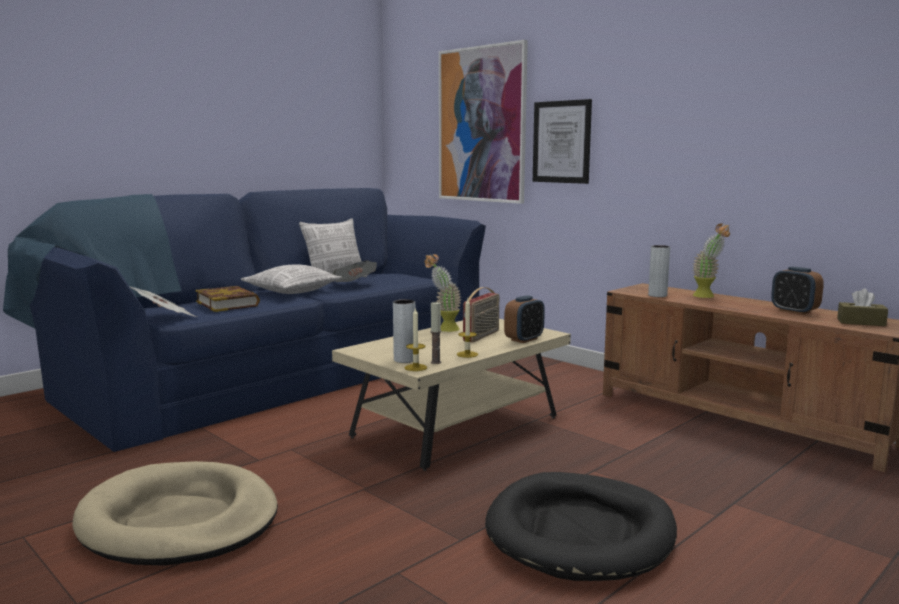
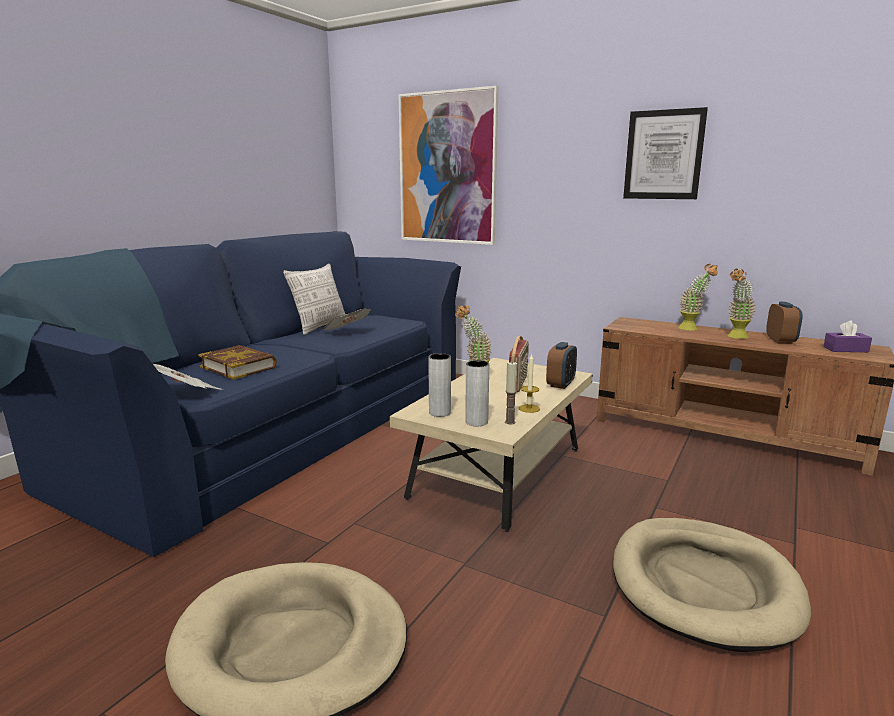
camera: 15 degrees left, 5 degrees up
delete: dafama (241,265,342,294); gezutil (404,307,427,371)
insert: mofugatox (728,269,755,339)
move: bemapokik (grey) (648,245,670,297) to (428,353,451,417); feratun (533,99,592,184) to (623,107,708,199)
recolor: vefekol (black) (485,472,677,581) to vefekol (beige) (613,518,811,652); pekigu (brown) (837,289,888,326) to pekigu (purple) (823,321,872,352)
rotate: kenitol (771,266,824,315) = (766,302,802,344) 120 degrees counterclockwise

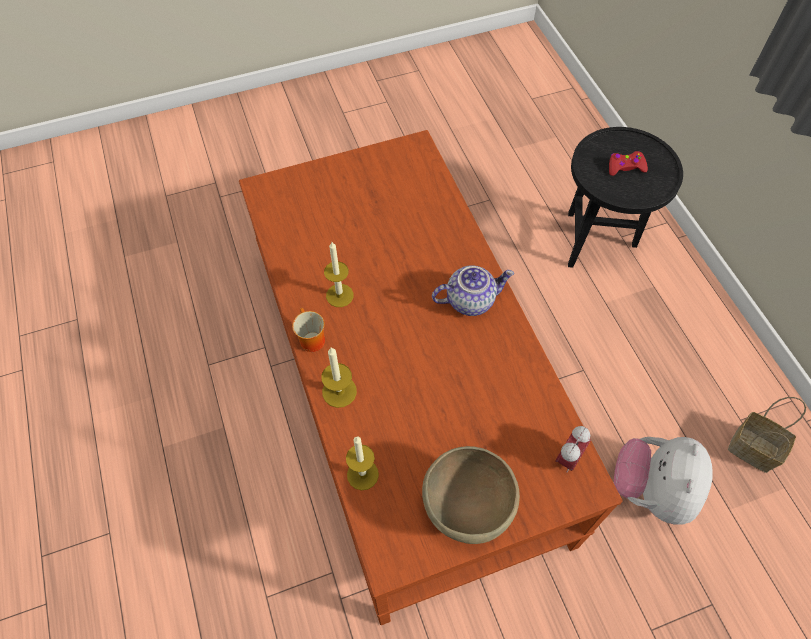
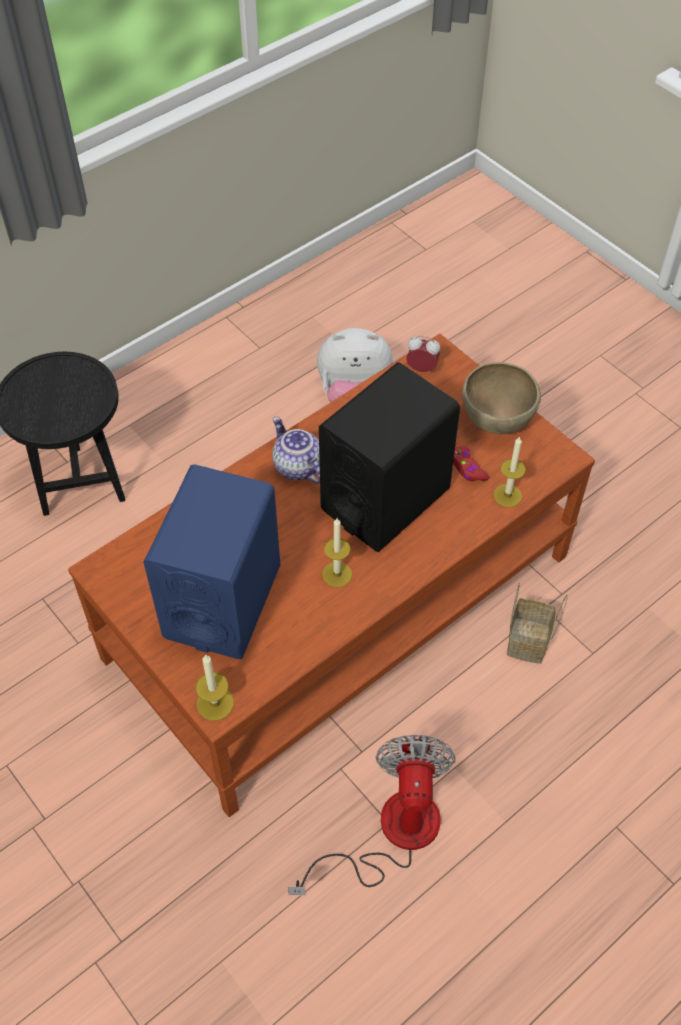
camera: 110 degrees left, 5 degrees down
delete: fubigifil (292,308,325,352)
insert: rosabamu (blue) (143,464,280,659); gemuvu (288,735,456,896); rosabamu (black) (319,362,460,552)
move: gezutil (321,348,357,408) to (196,654,234,721); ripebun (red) (609,151,648,176) to (453,446,489,481); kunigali (728,397,806,473) to (507,583,568,664)

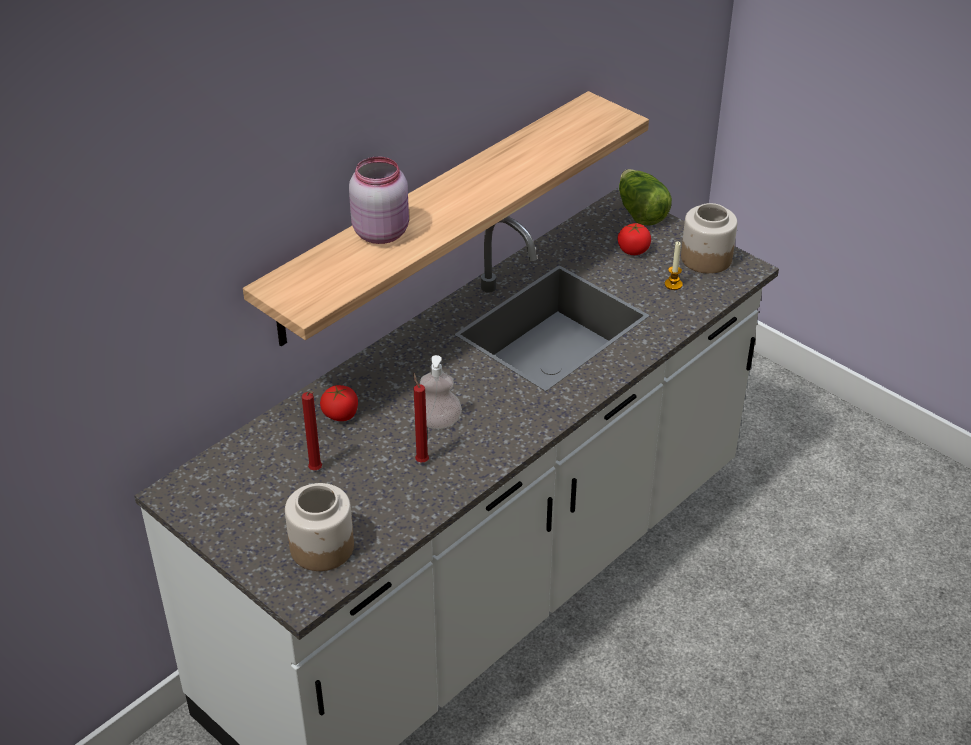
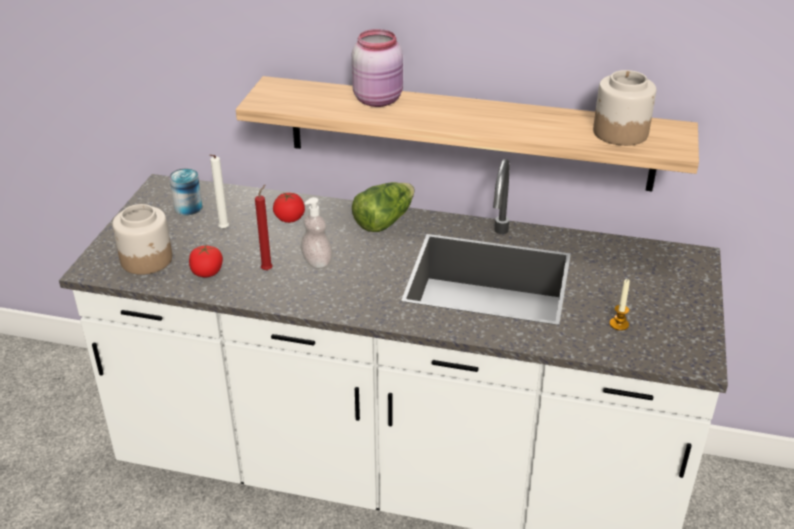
camera: 60 degrees right, 5 degrees down
insert: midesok (169,169,203,215)
move: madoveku (618,222,651,255) to (189,245,223,277); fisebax (619,169,672,226) to (352,182,415,232); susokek (681,203,737,274) to (593,70,656,146)
recolor: gezutil (red) (302,391,322,470) to gezutil (white) (209,155,229,229)

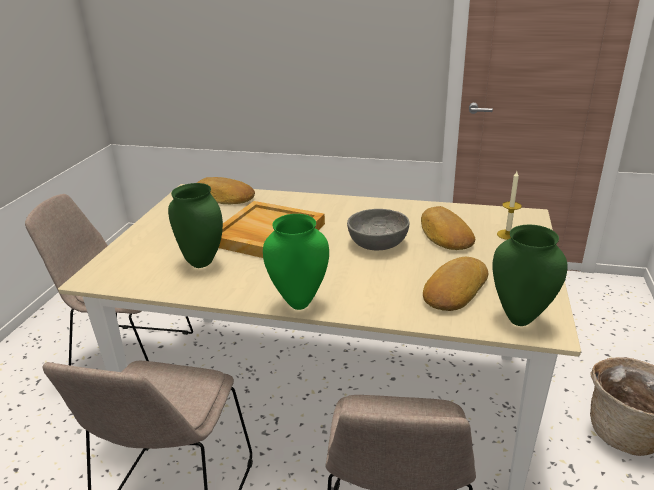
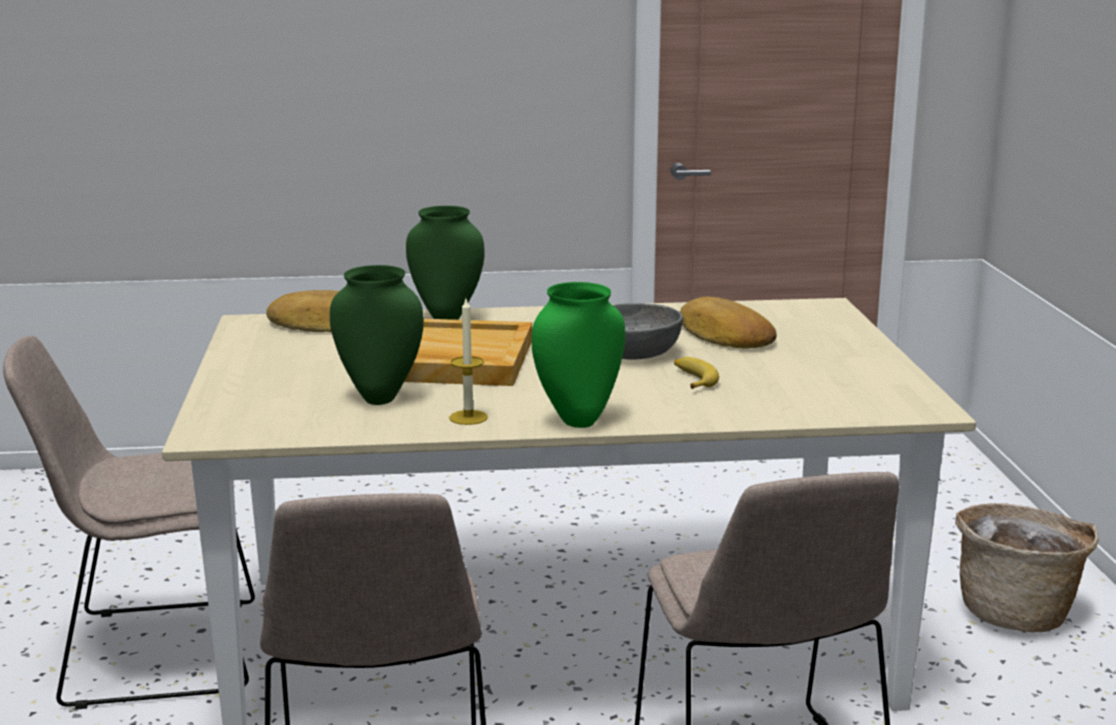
camera: 20 degrees left, 10 degrees down
delete: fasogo (423,257,489,311)
insert: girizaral (674,357,719,389)
move: bemapokik (green) (492,225,568,326) to (406,206,485,320); gezutil (497,171,522,240) to (449,299,488,425)

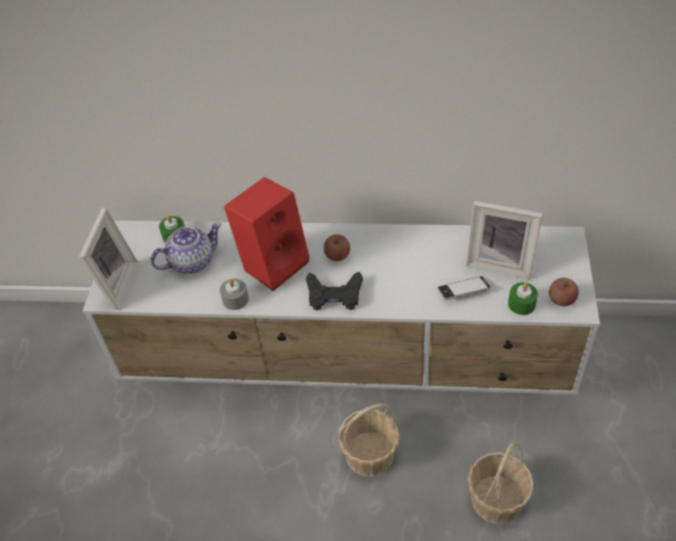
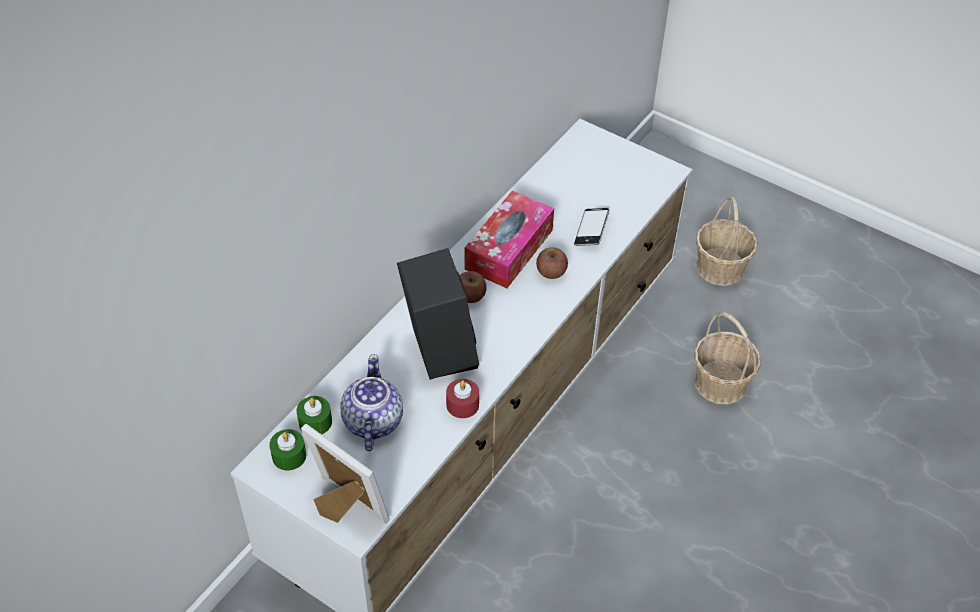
camera: 65 degrees left, 0 degrees up
delete: ripebun (black) (306,272,363,310); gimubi (466,201,543,280)
insert: pekigu (465,191,554,288)
move: gezutil (green) (508,282,538,315) to (269,429,306,471); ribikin (549,278,579,306) to (536,247,568,279); kunigali (338,403,399,477) to (696,197,757,286)
recolor: rosabamu (red) (224,177,310,291) to rosabamu (black) (397,248,479,380); gezutil (grey) (220,279,249,310) to gezutil (red) (446,379,479,418)

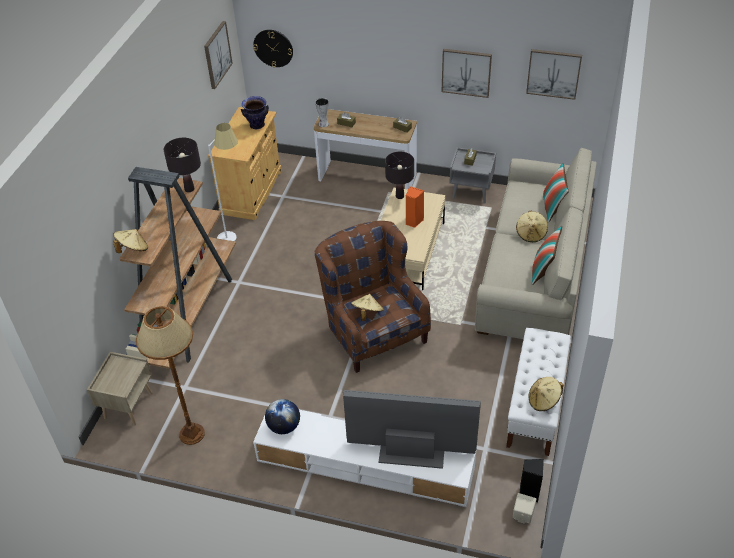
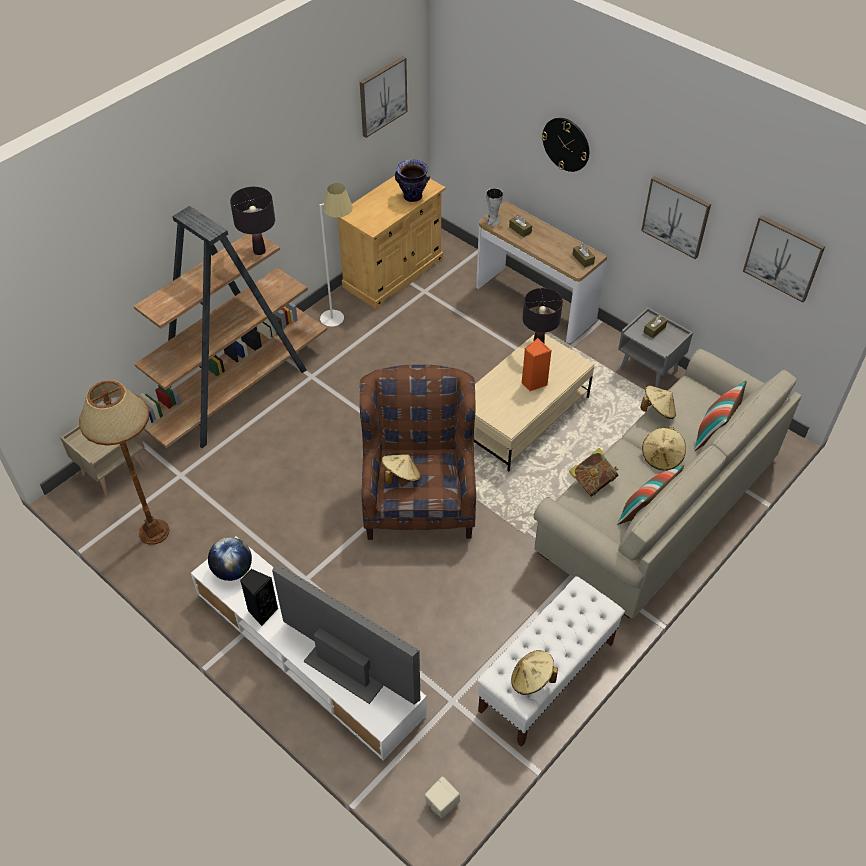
camera: 25 degrees right, 5 degrees up
insert: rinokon (569,448,618,497)
move: rosabamu (black) (520,459,544,502) to (240,569,279,626); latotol (253,30,293,68) to (542,118,589,172); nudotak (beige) (113,229,148,253) to (640,386,676,419)

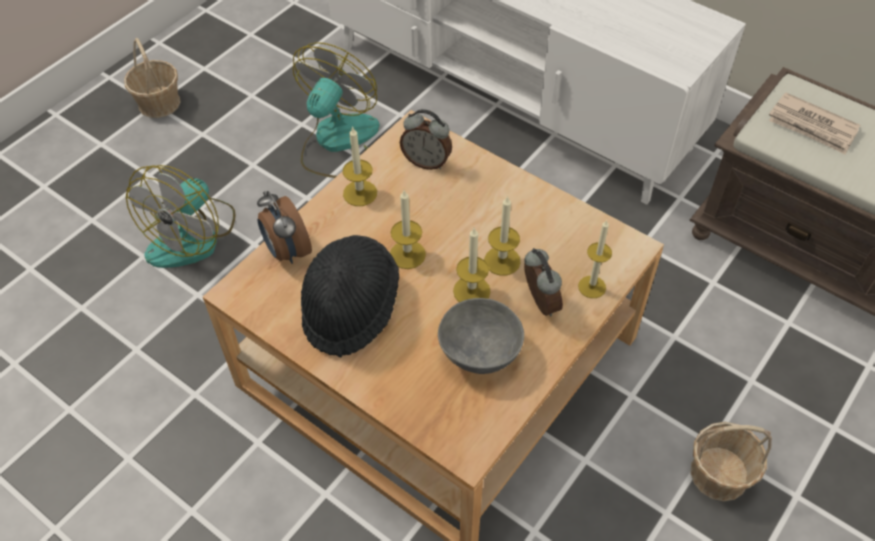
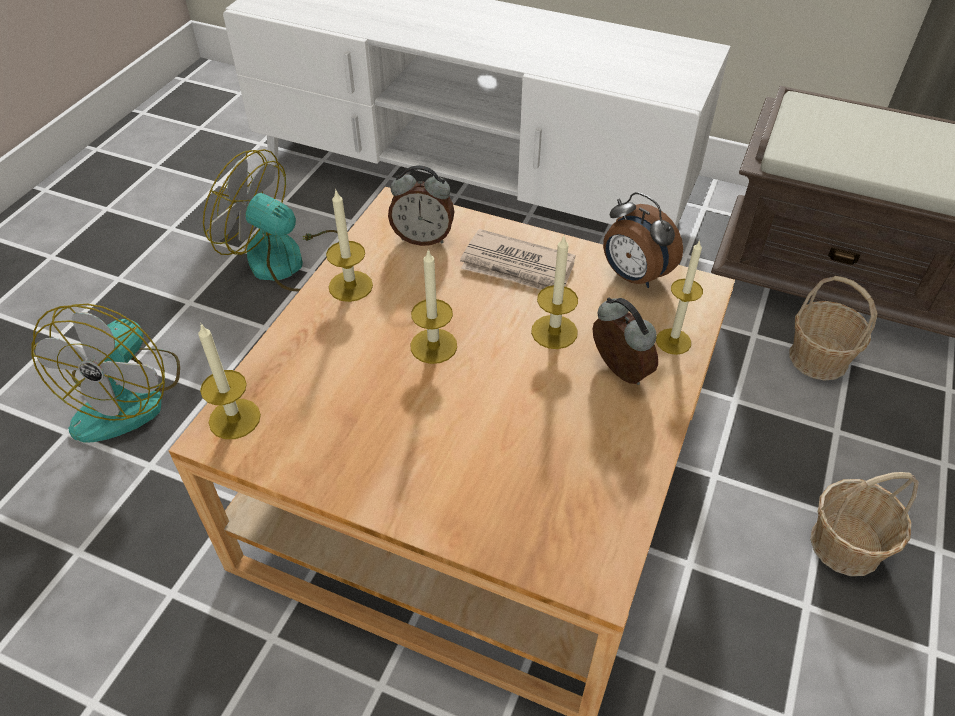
camera: 15 degrees left, 5 degrees down
delete: nudotak (black) (301,235,399,358); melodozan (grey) (438,298,524,374)
move: gezutil (453,228,491,302) to (198,323,261,439); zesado (769,92,860,154) to (460,229,576,290); kenitol (257,191,312,264) to (603,192,683,288); kunigali (124,38,180,118) to (789,276,878,381)
rotate: gemuvu (293,42,380,178) = (203,149,338,292) 75 degrees counterclockwise

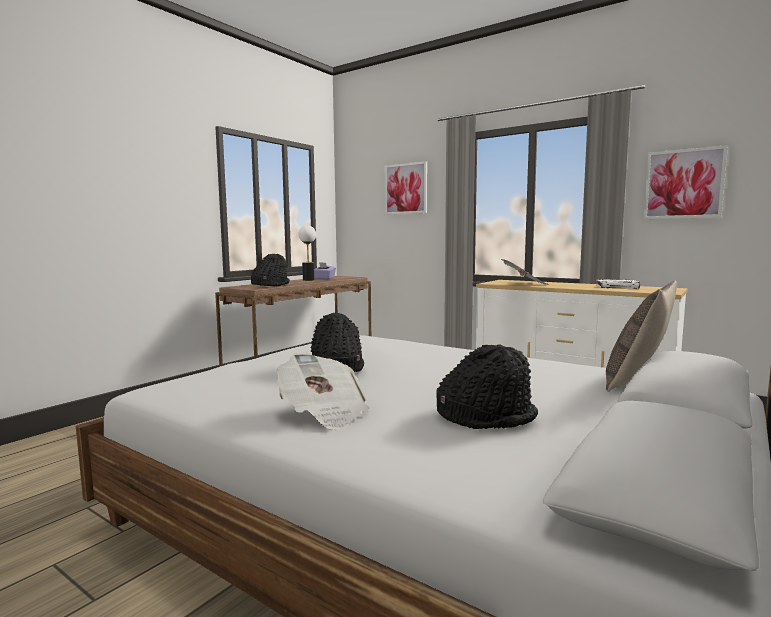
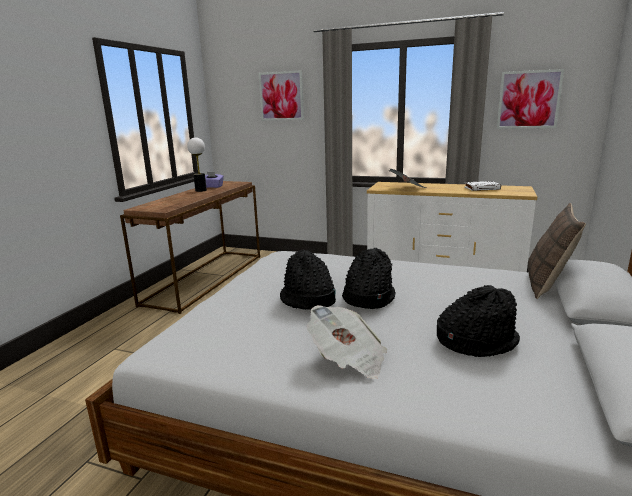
camera: 15 degrees left, 10 degrees up
move: nudotak (black) (251,254,290,286) to (342,248,395,309)

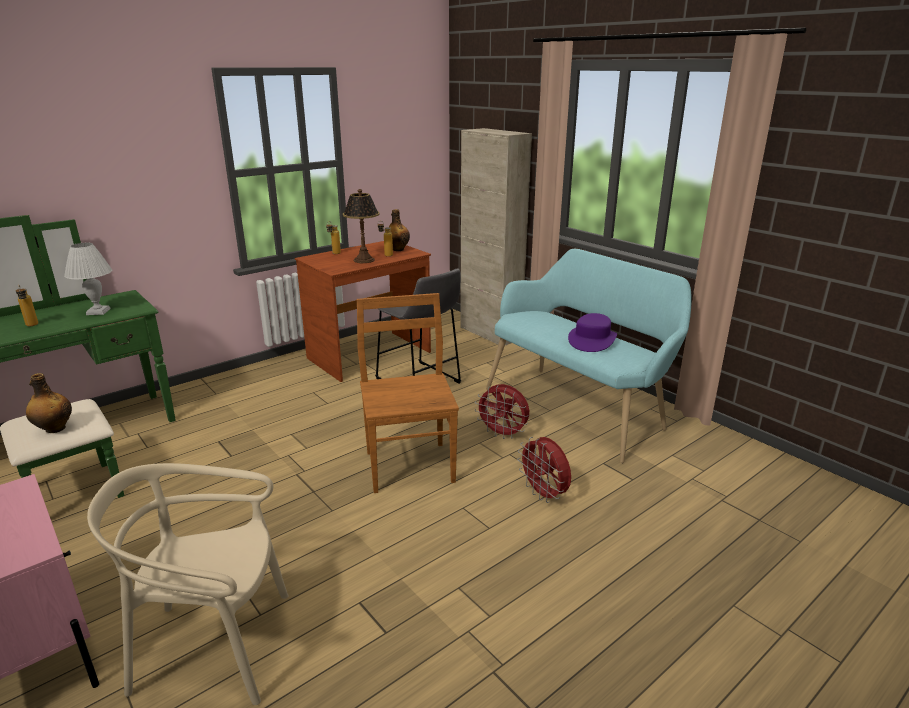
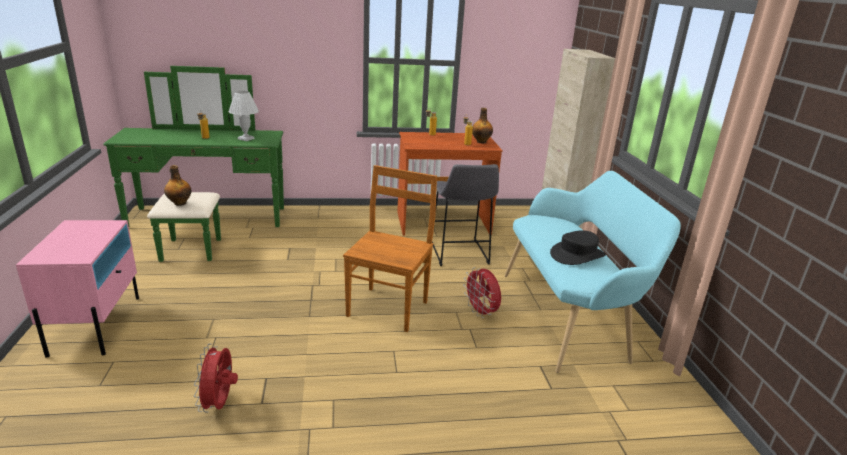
camera: 30 degrees right, 0 degrees up
delete: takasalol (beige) (87,463,289,705); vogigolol (343,189,380,263)
move: gemuvu (red) (517,437,571,503) to (194,344,238,412)
recolor: nudotak (purple) (568,313,617,352) to nudotak (black) (550,230,606,265)

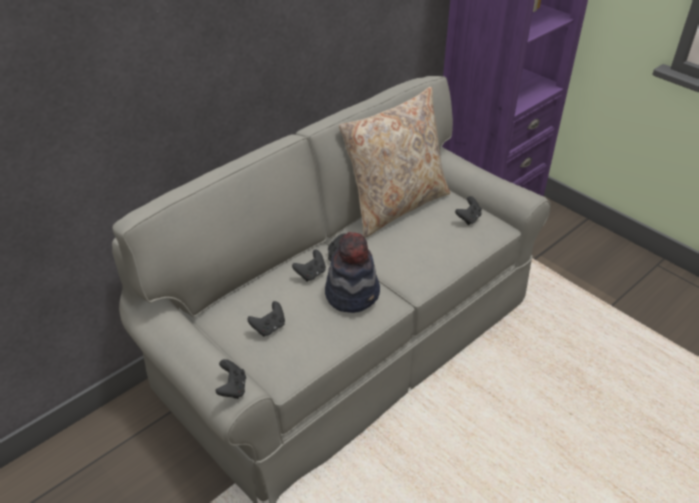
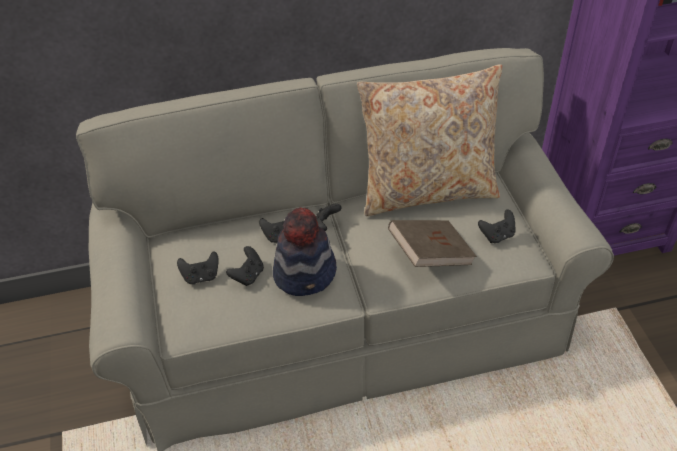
camera: 30 degrees right, 5 degrees up
insert: rinokon (brown) (388,220,477,267)
move: ripebun (black) (215,359,246,399) to (226,246,264,286)

